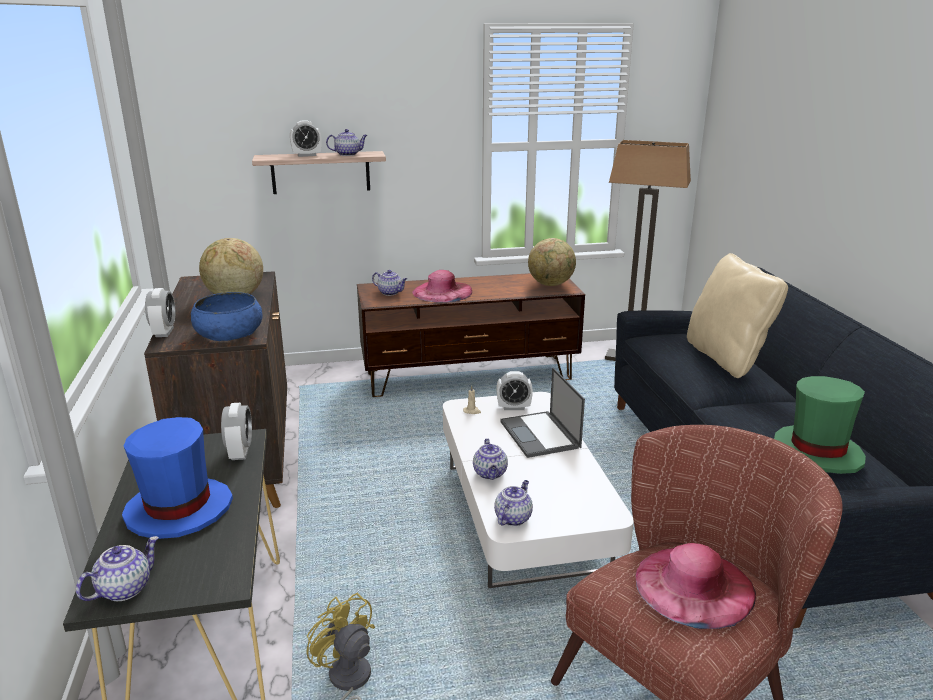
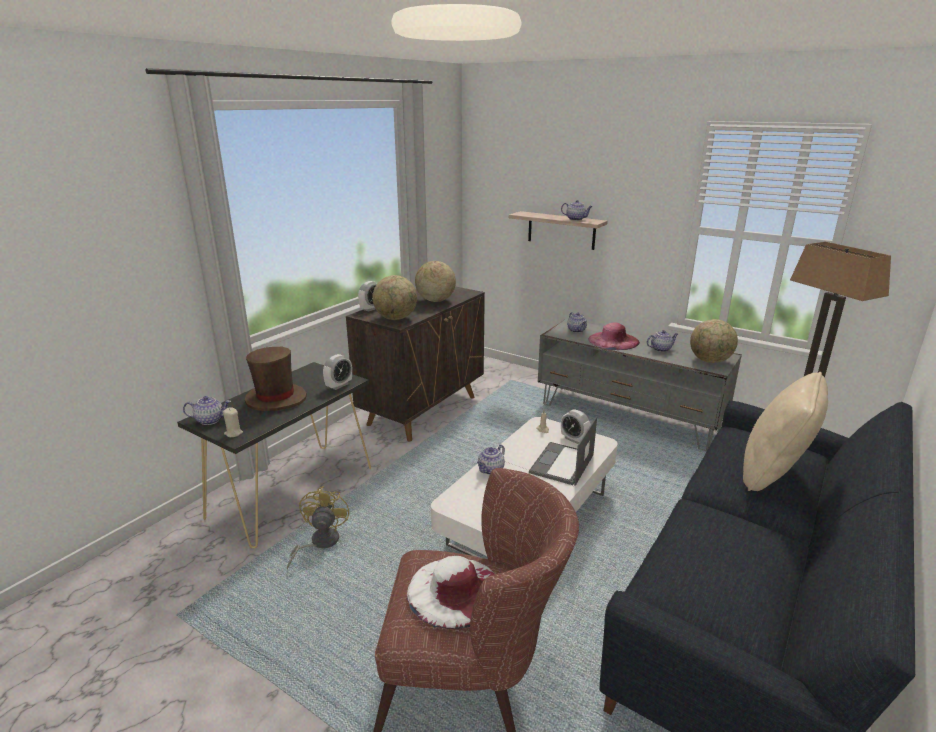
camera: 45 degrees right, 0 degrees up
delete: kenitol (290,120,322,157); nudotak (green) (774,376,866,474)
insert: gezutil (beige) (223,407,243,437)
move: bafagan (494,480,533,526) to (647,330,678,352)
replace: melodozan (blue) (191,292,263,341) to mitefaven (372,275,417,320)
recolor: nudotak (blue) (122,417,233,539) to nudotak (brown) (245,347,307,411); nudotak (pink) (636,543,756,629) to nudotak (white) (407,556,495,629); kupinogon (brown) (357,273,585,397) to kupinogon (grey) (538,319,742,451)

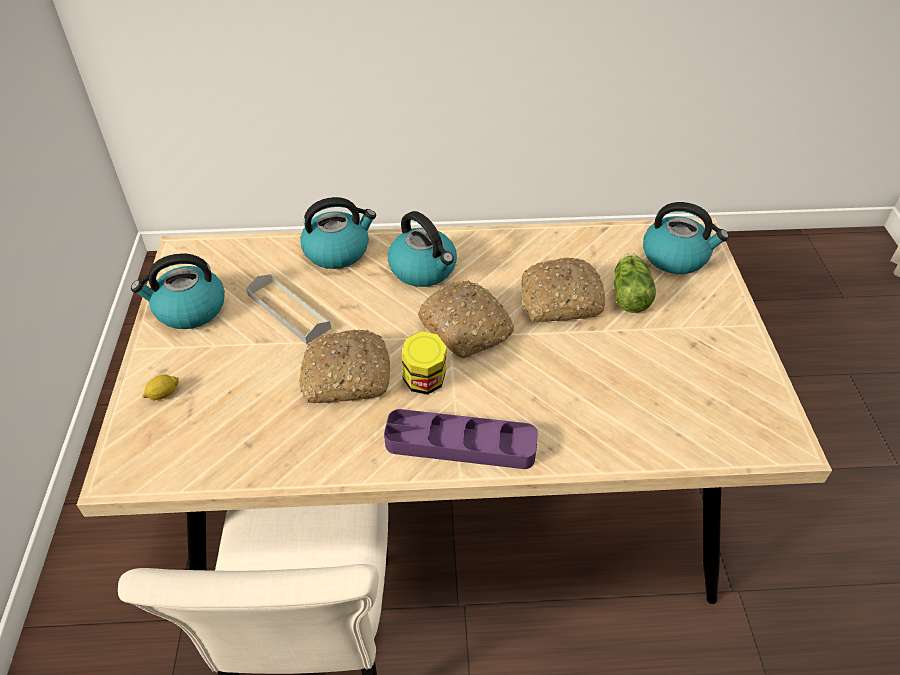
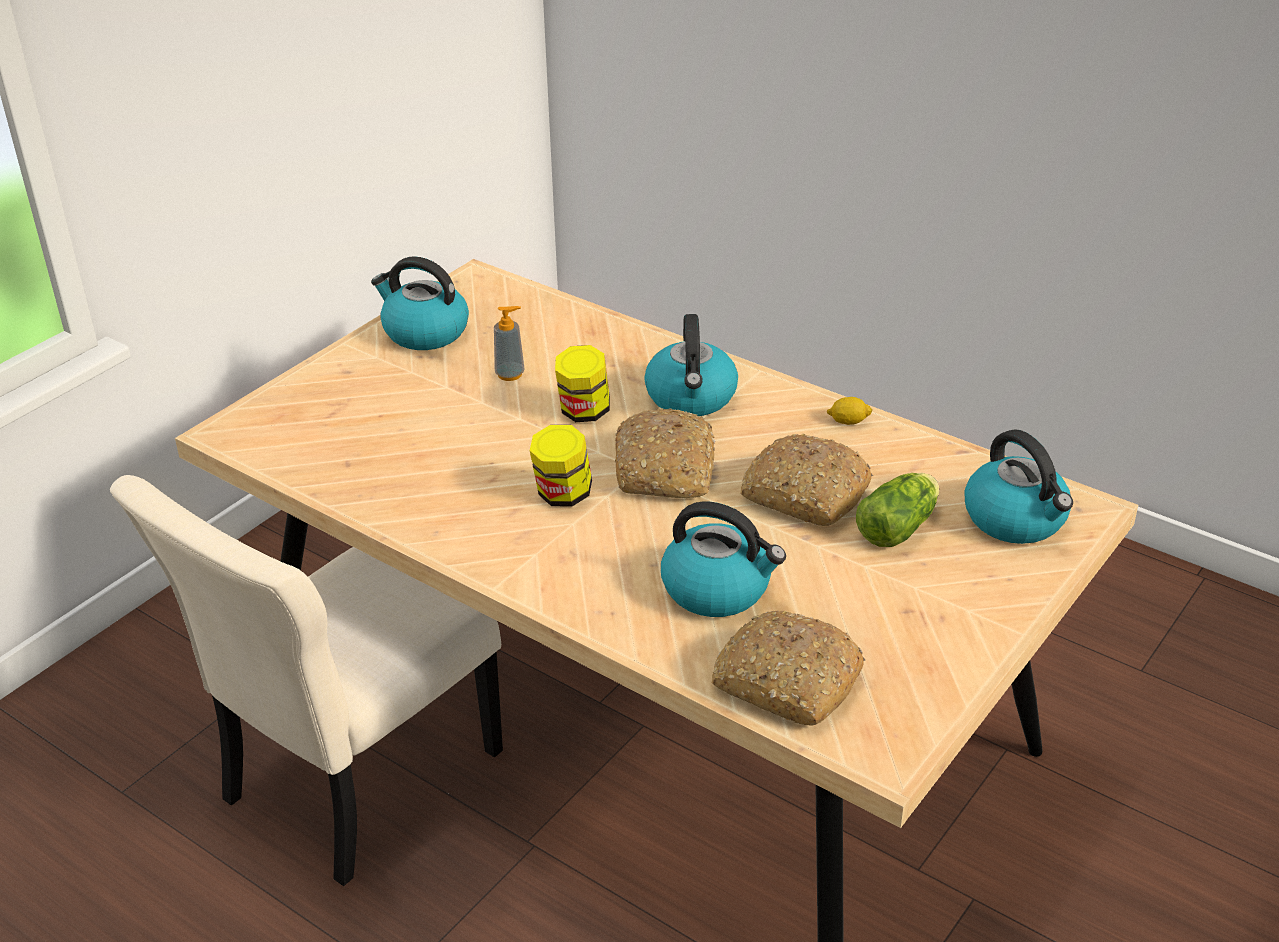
camera: 40 degrees right, 10 degrees down
delete: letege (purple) (384,409,538,469)
insert: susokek (555,345,610,422)
move: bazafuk (300,197,376,269) to (661,501,786,617); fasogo (299,330,390,403) to (712,611,865,725); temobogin (142,374,179,400) to (826,397,873,425)
replace: letege (grey) (246,274,331,344) to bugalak (494,306,525,381)

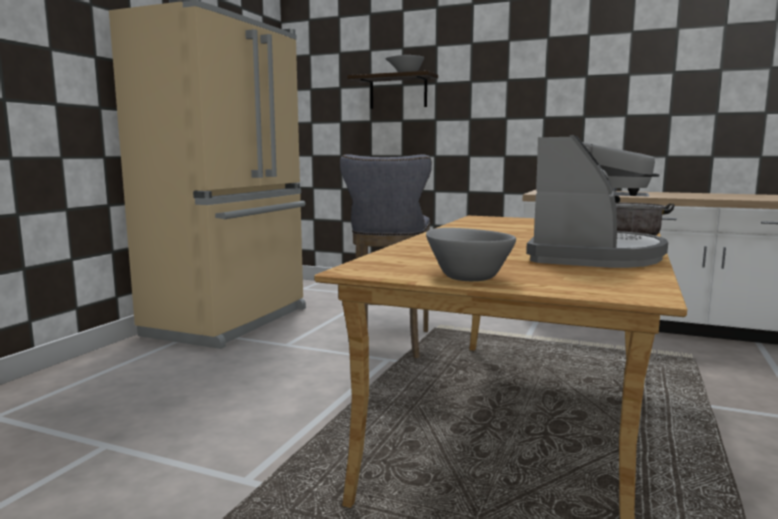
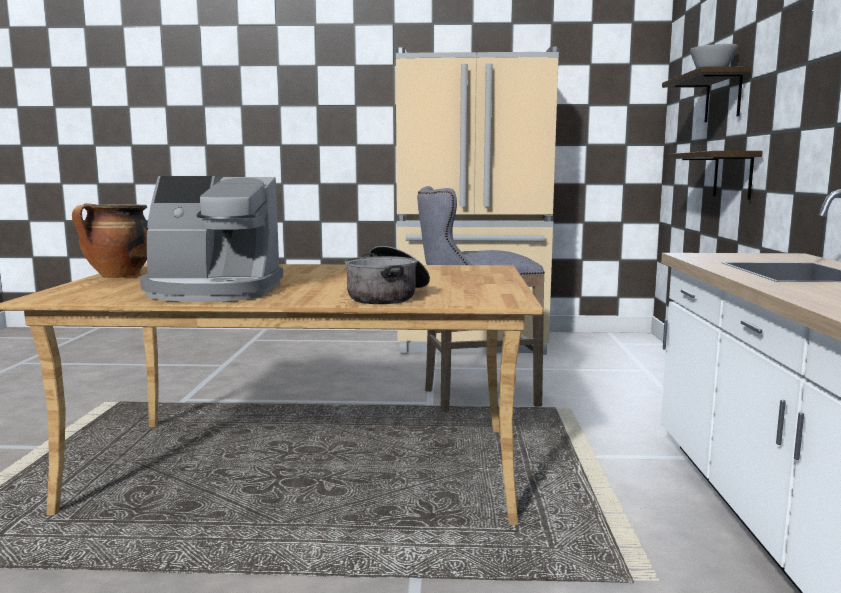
camera: 70 degrees right, 0 degrees up
insert: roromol (669,151,763,200)
replace: melodozan (grey) (426,228,516,281) to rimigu (72,203,148,278)

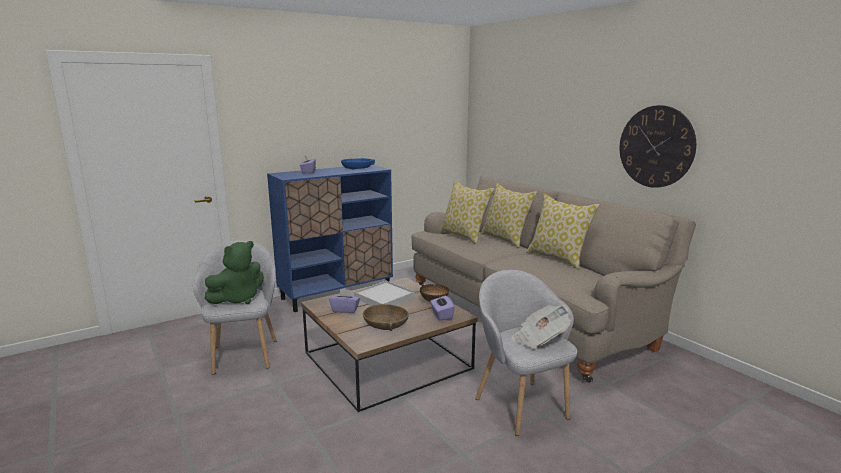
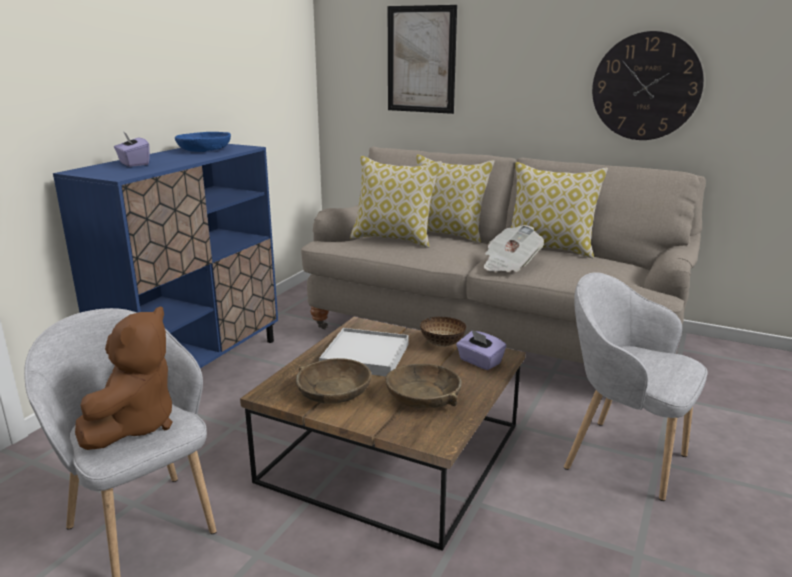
camera: 30 degrees left, 5 degrees up
insert: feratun (388,5,457,114)
move: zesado (511,305,571,348) to (483,225,544,272)
replace: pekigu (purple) (329,289,360,313) to melodozan (brown) (296,358,372,404)
recolor: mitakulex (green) (205,241,264,304) to mitakulex (brown) (75,306,173,450)

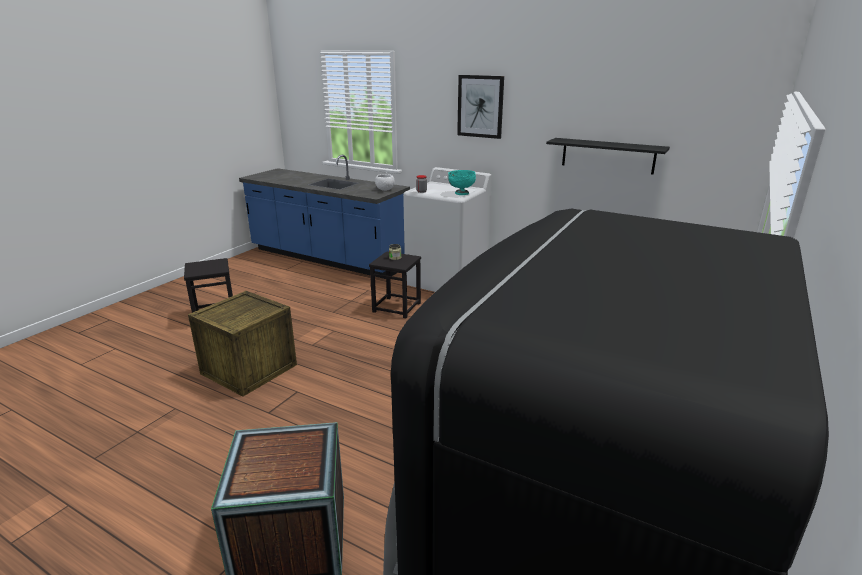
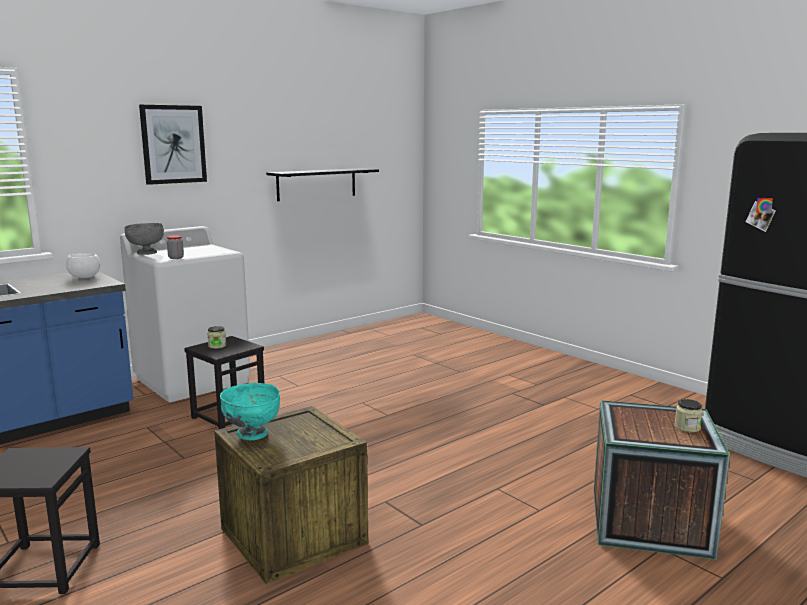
camera: 70 degrees left, 10 degrees down
insert: melodozan (grey) (124,223,164,255); susokek (674,399,703,433)
move: melodozan (turquoise) (448,170,476,195) to (220,383,280,440)

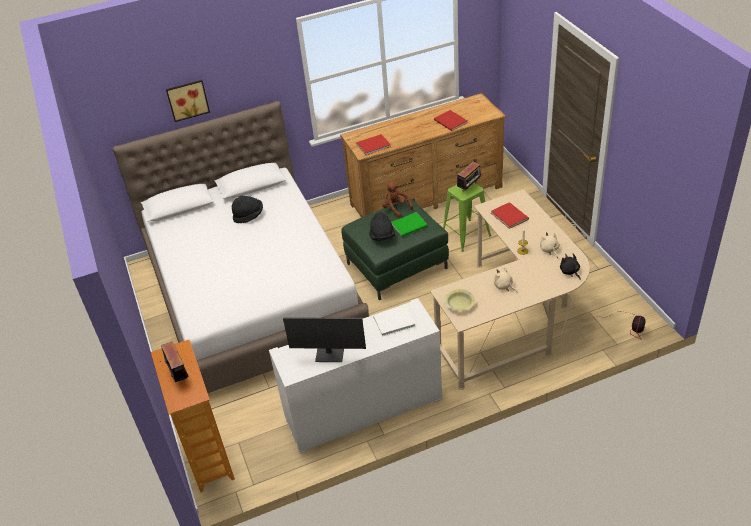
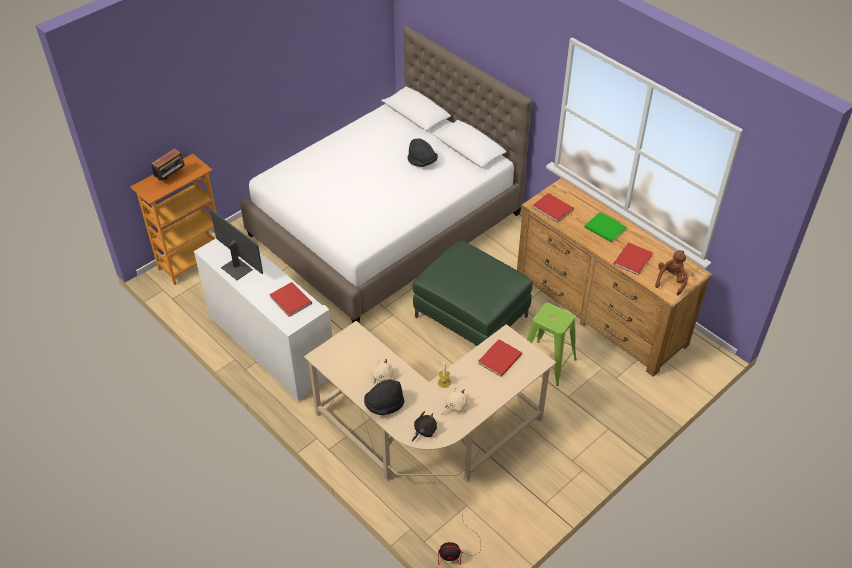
camera: 65 degrees right, 5 degrees up
delete: feratun (166,80,210,122); melodozan (yellow) (444,289,475,311); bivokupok (457,161,481,190)
move: nudotak (black) (369,212,395,241) to (364,380,404,415); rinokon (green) (391,212,428,236) to (584,212,626,242); mitakulex (brown) (382,182,413,218) to (655,250,688,295)
recolor: rinokon (white) (373,306,415,336) to rinokon (red) (269,282,312,317)
rotate: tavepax (283,317,366,362) = (210,210,263,280) 150 degrees clockwise

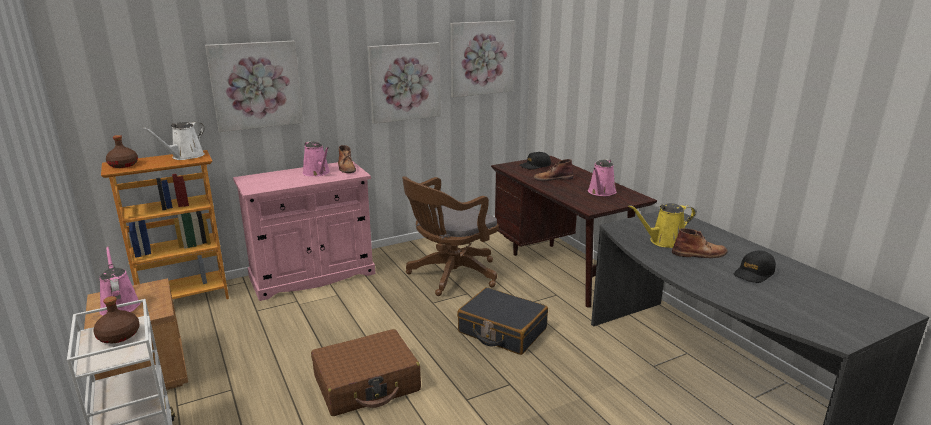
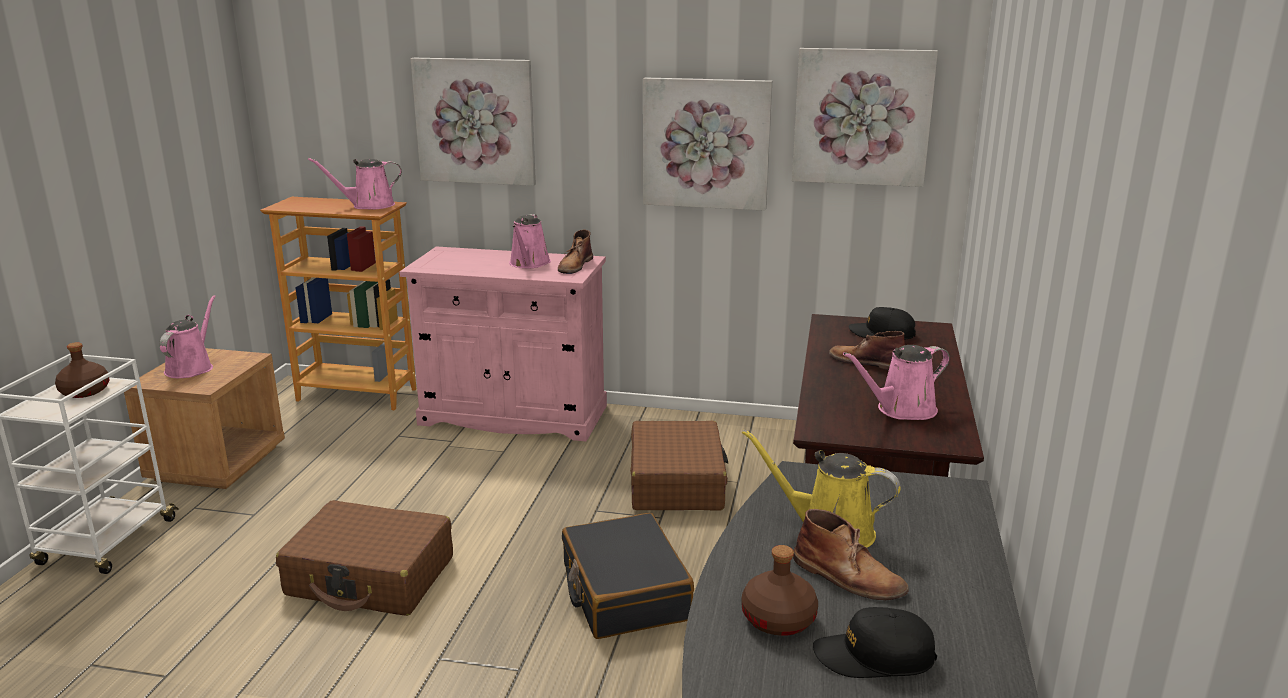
camera: 40 degrees right, 0 degrees up
move: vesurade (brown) (106,135,138,168) to (742,545,818,636)
replace: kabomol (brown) (402,177,499,296) to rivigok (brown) (630,421,728,510)
recolor: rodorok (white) (141,122,205,160) to rodorok (pink) (308,158,402,209)

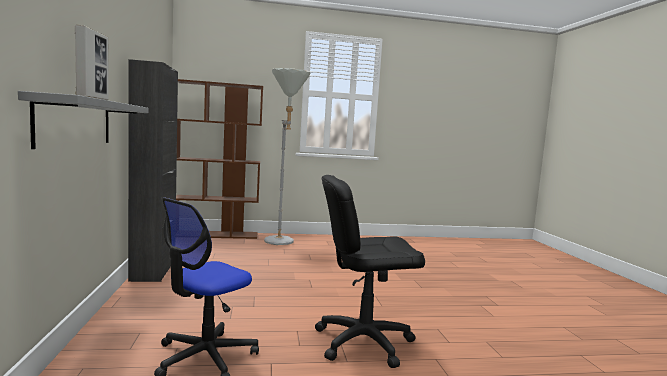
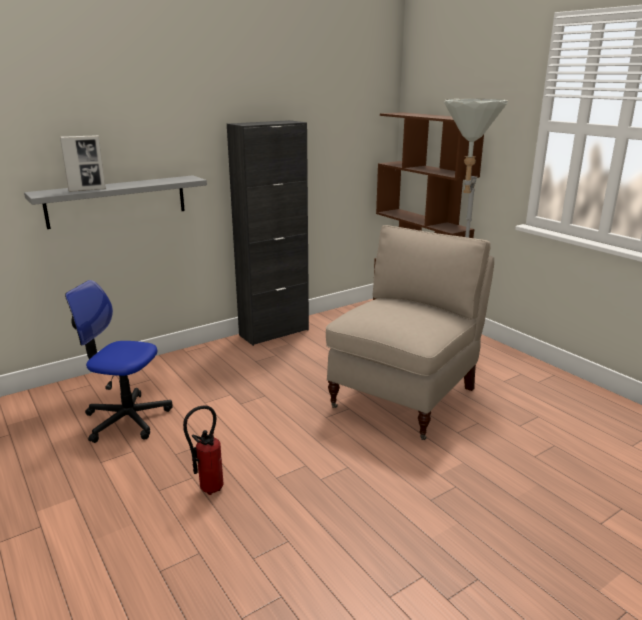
camera: 65 degrees right, 15 degrees up
insert: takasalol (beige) (326,225,494,440)
replace: kabomol (black) (315,175,425,368) to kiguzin (183,405,224,495)

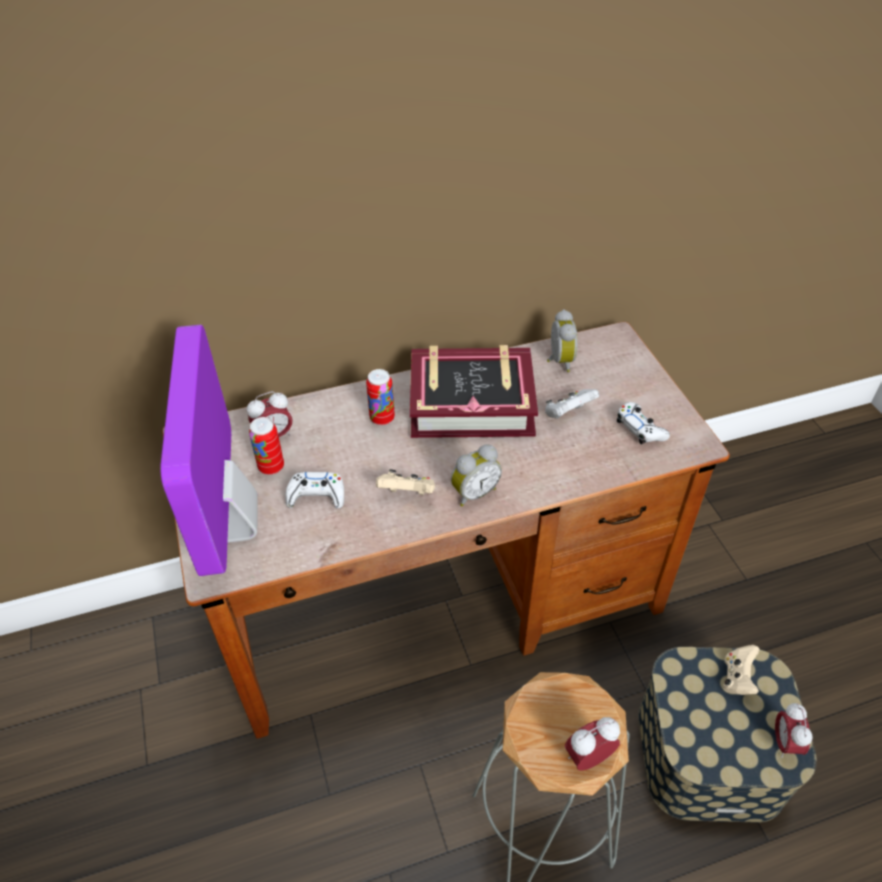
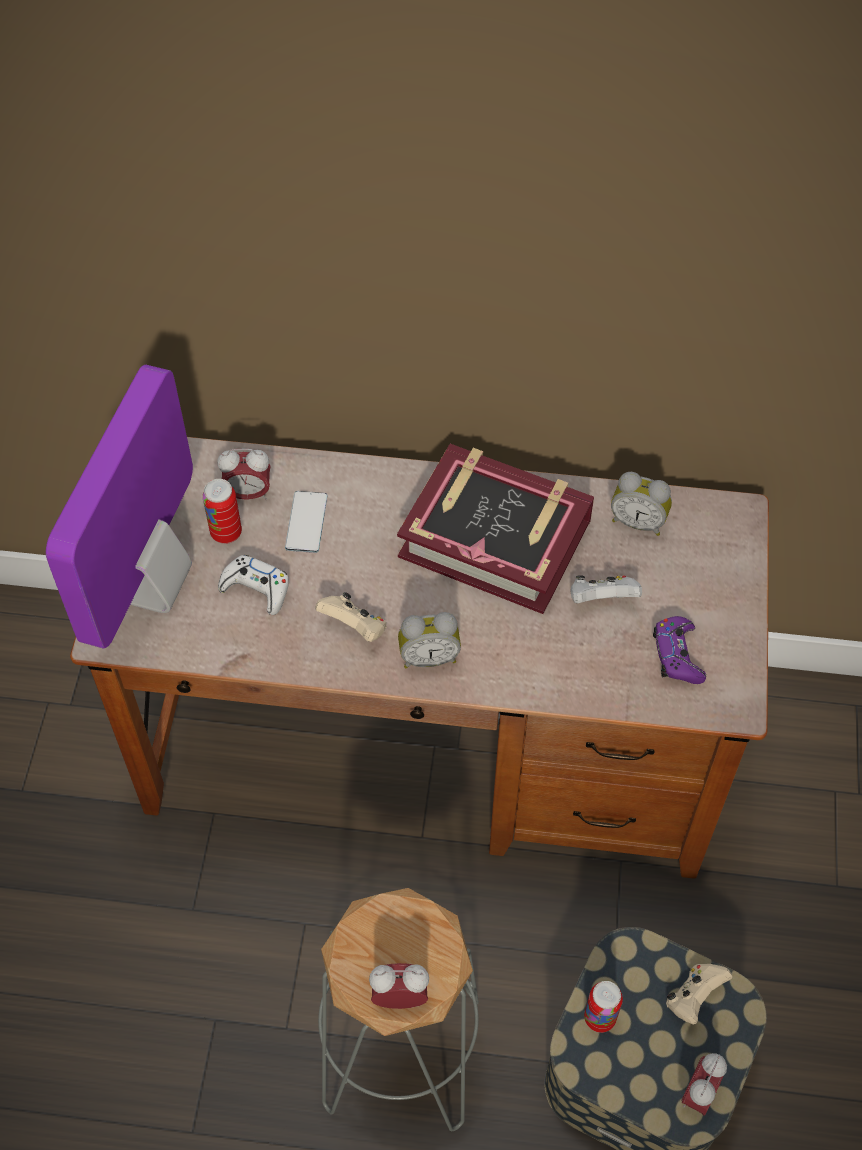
camera: 25 degrees right, 10 degrees up
insert: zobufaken (285,491,327,553)
move: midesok (366,369,395,425) to (584,981,623,1033)
recolor: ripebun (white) (617,402,670,444) to ripebun (purple) (653,616,706,684)
rotate: kenitol (547,309,578,372) = (611,472,672,536) 90 degrees clockwise

